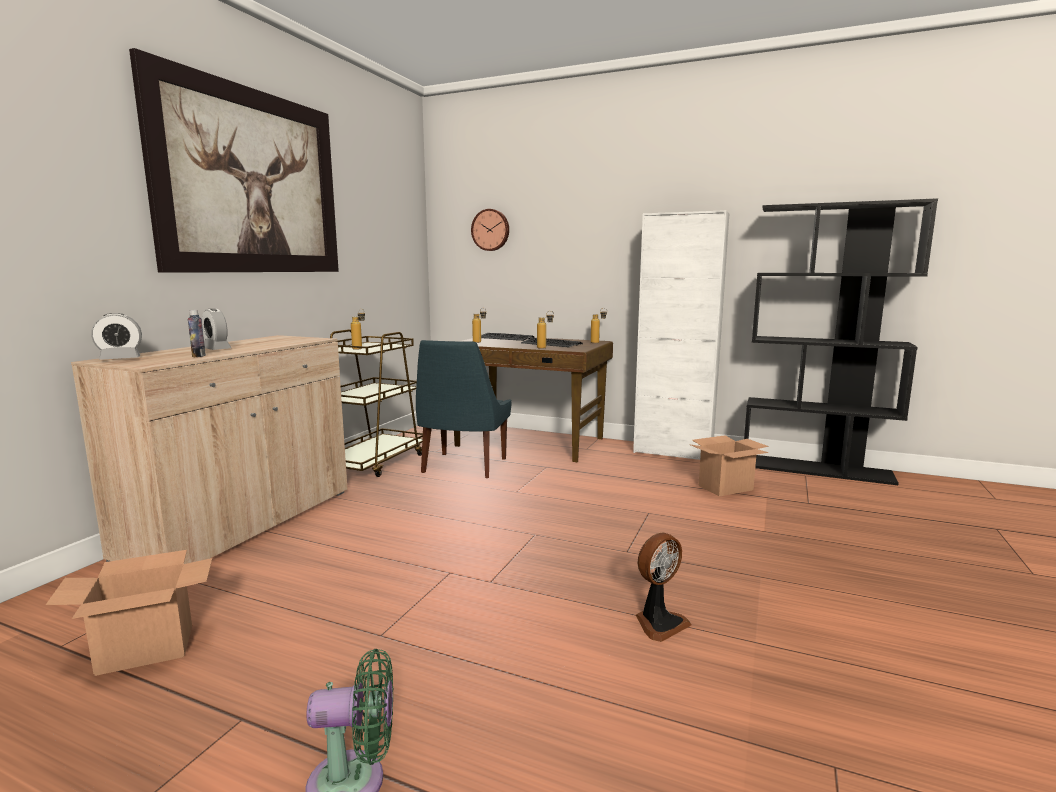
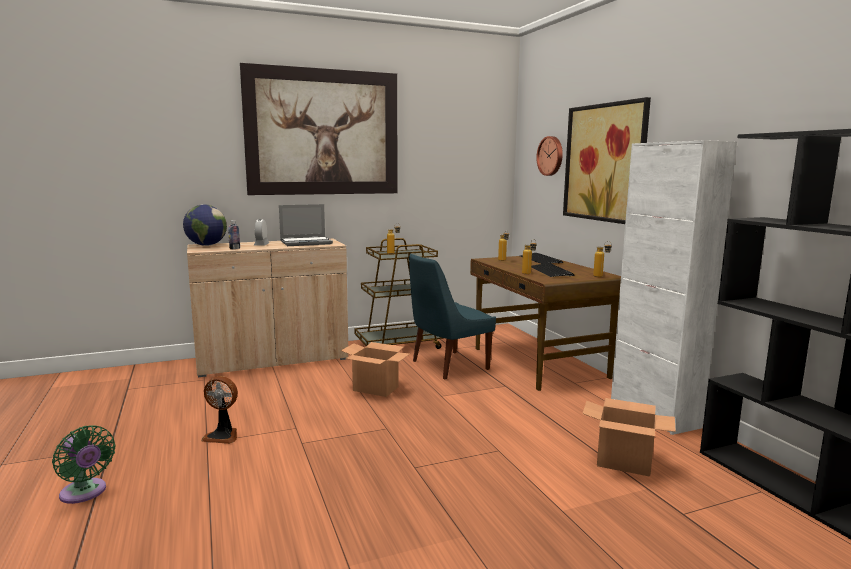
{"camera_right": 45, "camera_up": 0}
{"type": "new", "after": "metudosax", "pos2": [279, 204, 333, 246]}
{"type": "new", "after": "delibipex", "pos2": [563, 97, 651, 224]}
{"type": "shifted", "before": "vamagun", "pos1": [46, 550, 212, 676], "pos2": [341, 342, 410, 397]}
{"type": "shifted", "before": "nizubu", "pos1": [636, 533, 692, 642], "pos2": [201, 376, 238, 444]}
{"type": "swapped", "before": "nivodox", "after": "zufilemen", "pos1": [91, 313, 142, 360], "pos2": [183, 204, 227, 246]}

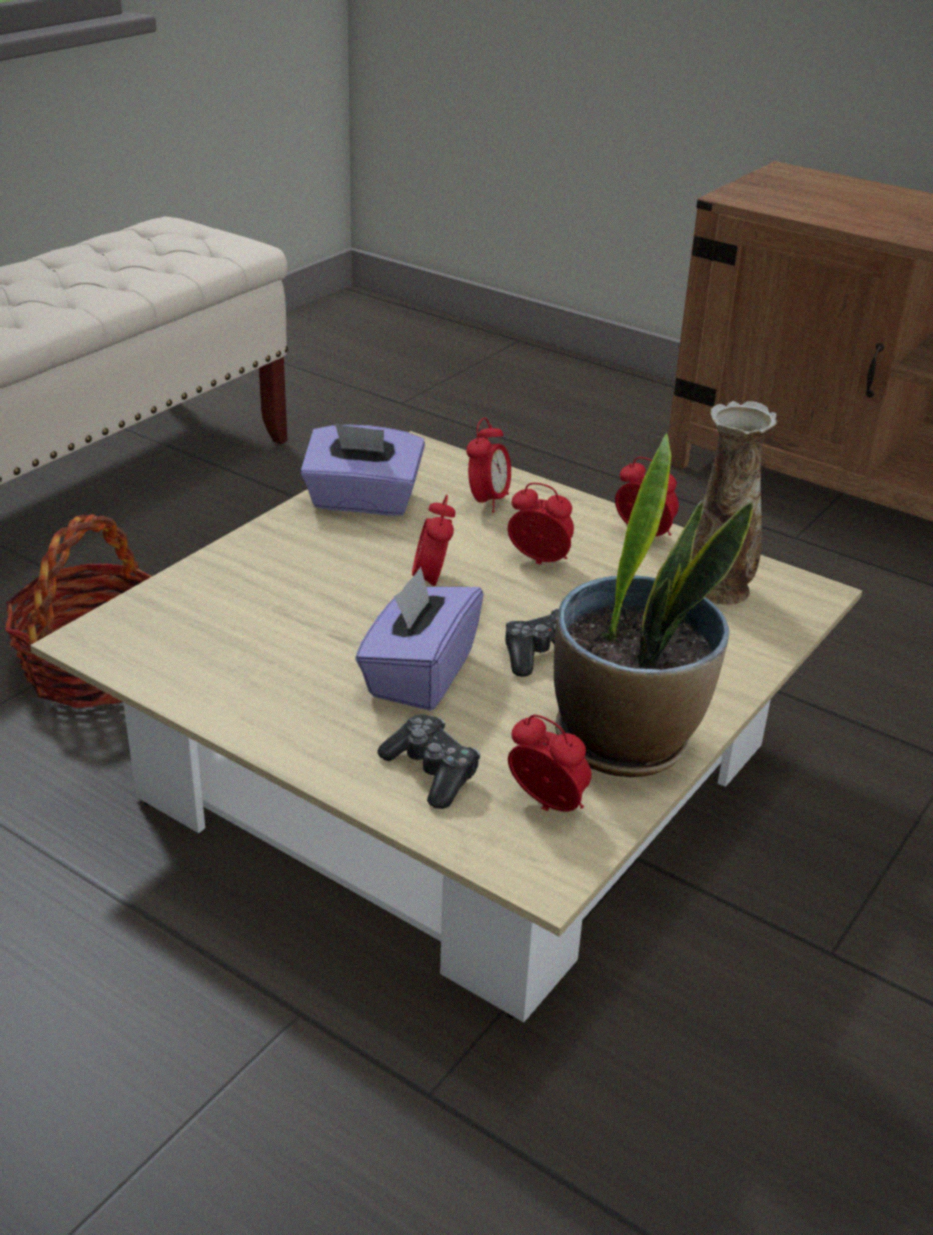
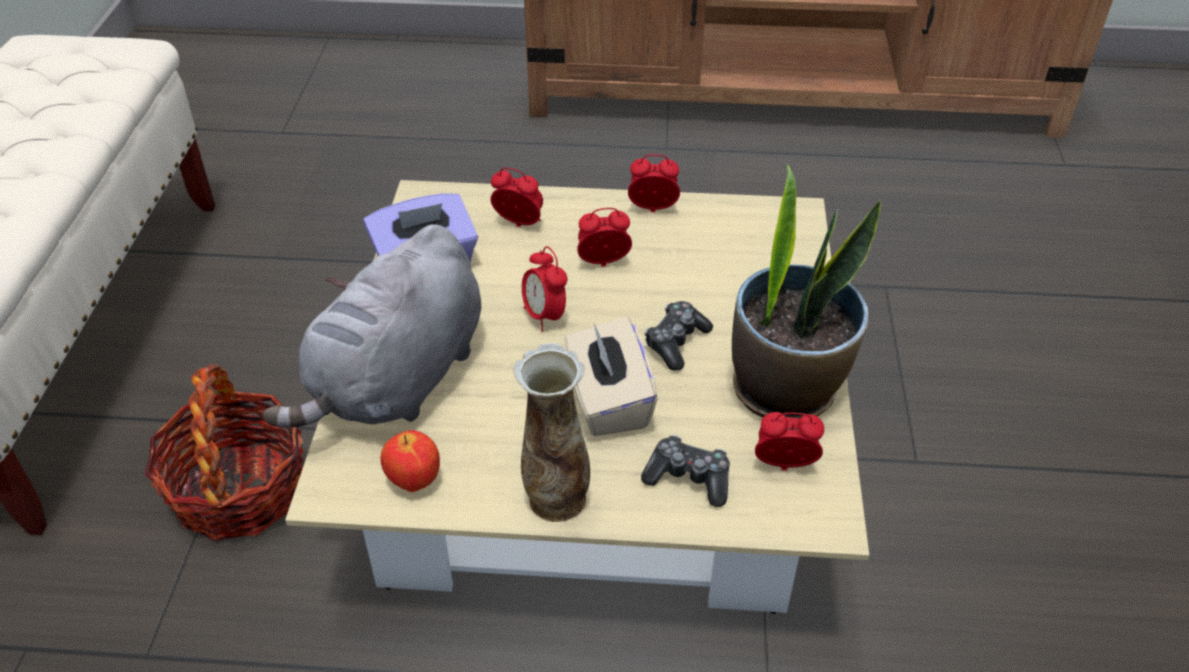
{"camera_right": -30, "camera_up": 10}
{"type": "new", "after": "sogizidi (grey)", "pos2": [263, 224, 481, 428]}
{"type": "new", "after": "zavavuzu", "pos2": [380, 430, 440, 492]}
{"type": "shifted", "before": "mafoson", "pos1": [691, 401, 778, 604], "pos2": [514, 343, 590, 522]}
{"type": "repainted", "before": "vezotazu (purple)", "after": "vezotazu (beige)", "pos1": [355, 567, 484, 711], "pos2": [564, 316, 658, 436]}
{"type": "rotated", "before": "nivodox", "pos1": [466, 418, 511, 513], "pos2": [491, 168, 543, 227], "turn": -60}

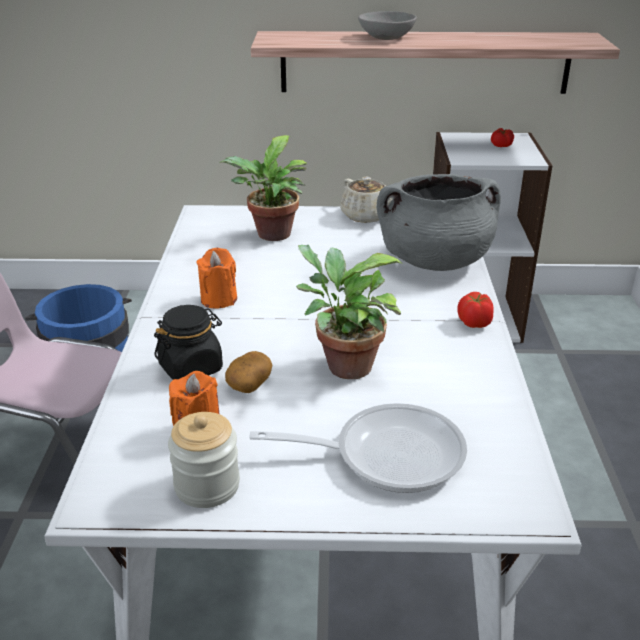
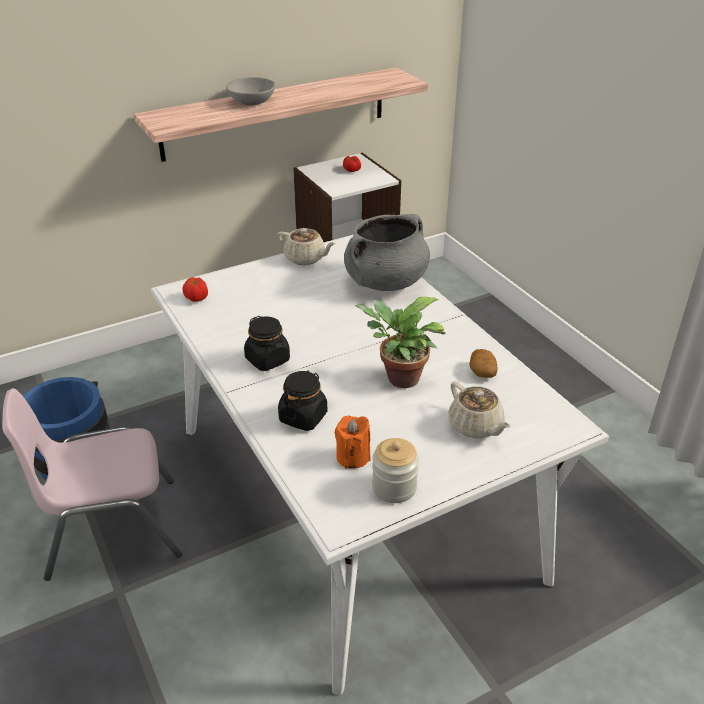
{"camera_right": -30, "camera_up": 5}
{"type": "gone", "before": "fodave", "pos1": [219, 135, 307, 241]}
{"type": "shifted", "before": "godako", "pos1": [225, 351, 272, 393], "pos2": [469, 349, 498, 378]}
{"type": "shifted", "before": "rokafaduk", "pos1": [457, 292, 494, 328], "pos2": [183, 277, 208, 302]}
{"type": "swapped", "before": "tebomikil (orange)", "after": "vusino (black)", "pos1": [196, 248, 237, 309], "pos2": [244, 316, 290, 371]}
{"type": "swapped", "before": "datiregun", "after": "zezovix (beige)", "pos1": [249, 403, 467, 493], "pos2": [448, 381, 510, 438]}

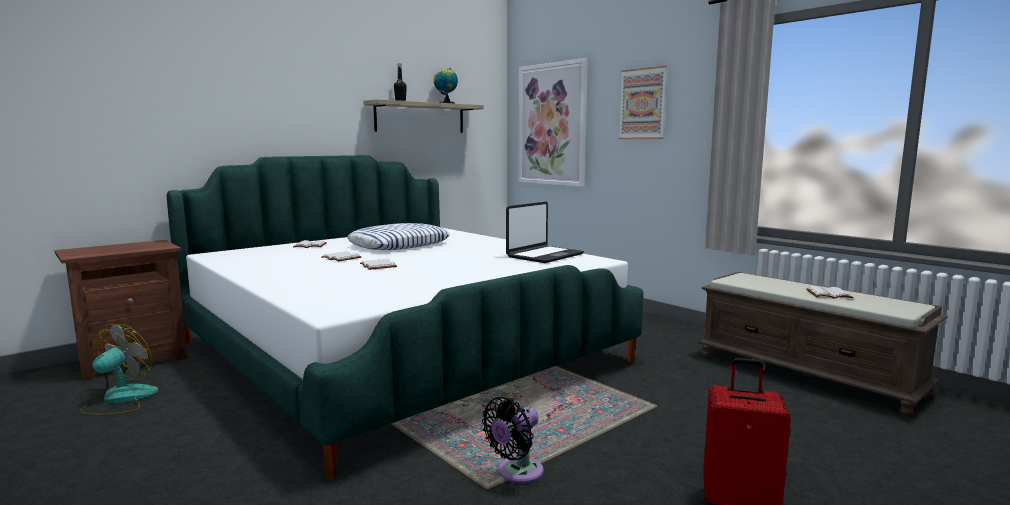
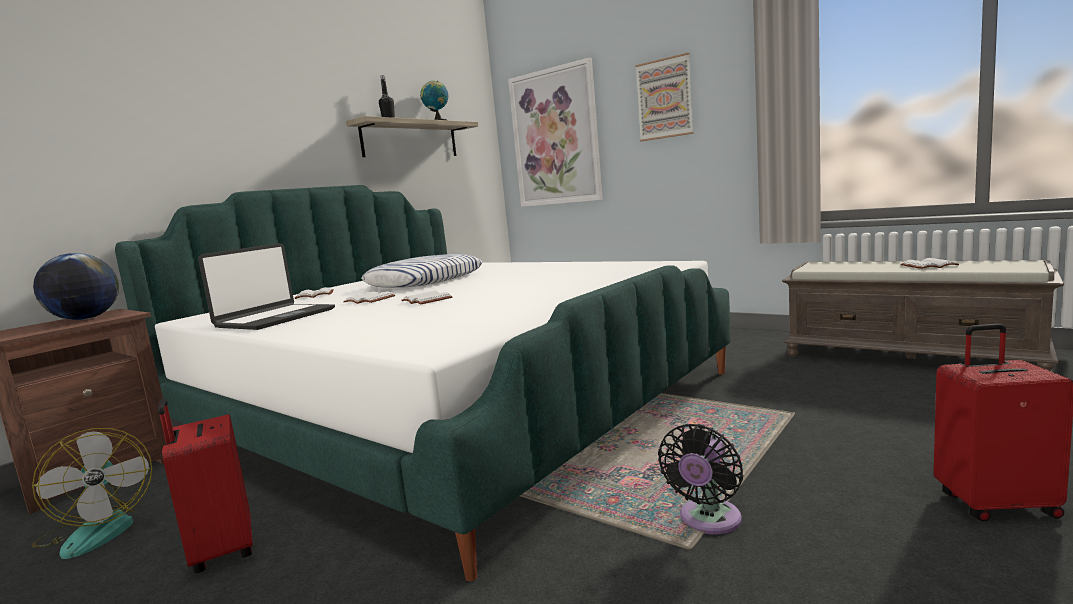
{"camera_right": -10, "camera_up": 0}
{"type": "new", "after": "zufilemen", "pos2": [33, 253, 119, 320]}
{"type": "new", "after": "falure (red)", "pos2": [158, 398, 253, 574]}
{"type": "shifted", "before": "metudosax", "pos1": [506, 202, 584, 263], "pos2": [198, 243, 335, 330]}
{"type": "rotated", "before": "nizubu", "pos1": [80, 324, 158, 415], "pos2": [32, 428, 152, 559], "turn": 135}

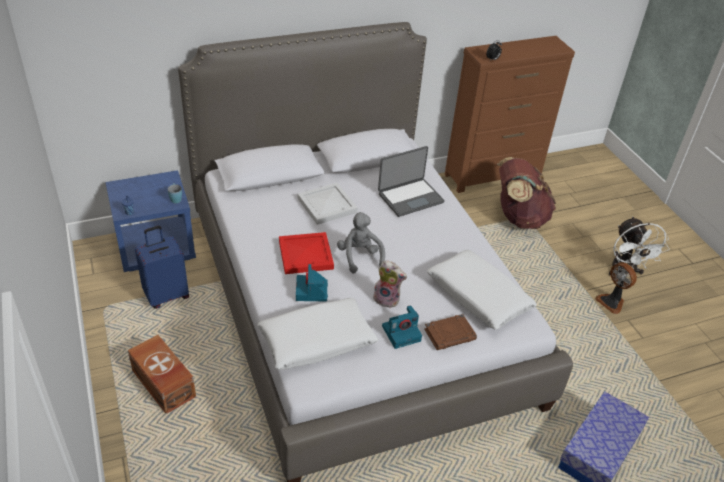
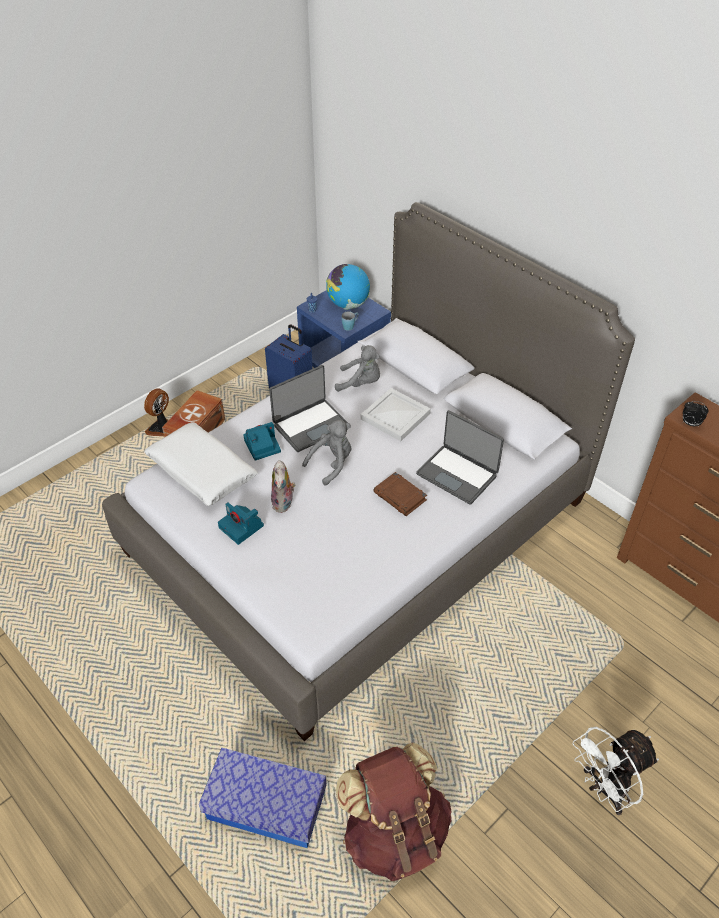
{"camera_right": 70, "camera_up": 5}
{"type": "gone", "before": "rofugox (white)", "pos1": [427, 250, 537, 329]}
{"type": "new", "after": "zufilemen", "pos2": [326, 264, 370, 310]}
{"type": "new", "after": "sogizidi (grey)", "pos2": [335, 345, 380, 392]}
{"type": "shifted", "before": "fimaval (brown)", "pos1": [424, 314, 477, 350], "pos2": [374, 472, 427, 516]}
{"type": "shifted", "before": "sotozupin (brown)", "pos1": [499, 157, 556, 229], "pos2": [336, 742, 452, 881]}
{"type": "shifted", "before": "nizubu", "pos1": [595, 262, 637, 314], "pos2": [144, 388, 169, 436]}
{"type": "swapped", "before": "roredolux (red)", "after": "metudosax", "pos1": [279, 232, 334, 274], "pos2": [269, 365, 348, 452]}

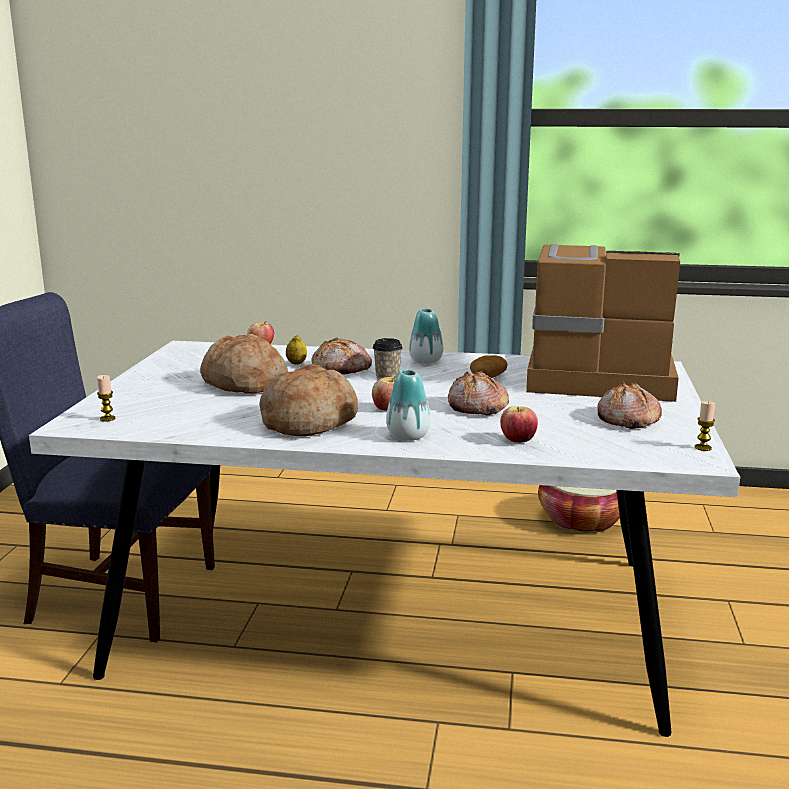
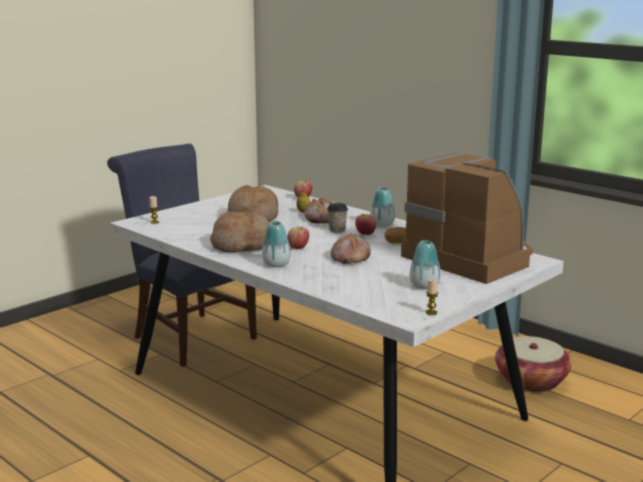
{"camera_right": 35, "camera_up": 0}
{"type": "shifted", "before": "zavavuzu", "pos1": [500, 406, 538, 443], "pos2": [355, 214, 376, 235]}
{"type": "swapped", "before": "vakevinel", "after": "mafoson", "pos1": [597, 382, 662, 429], "pos2": [409, 240, 441, 289]}

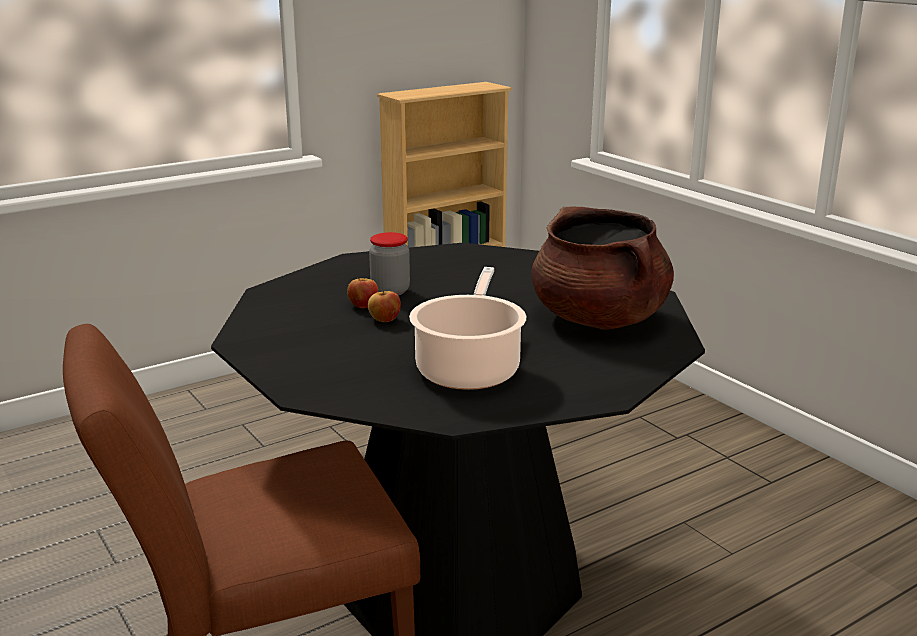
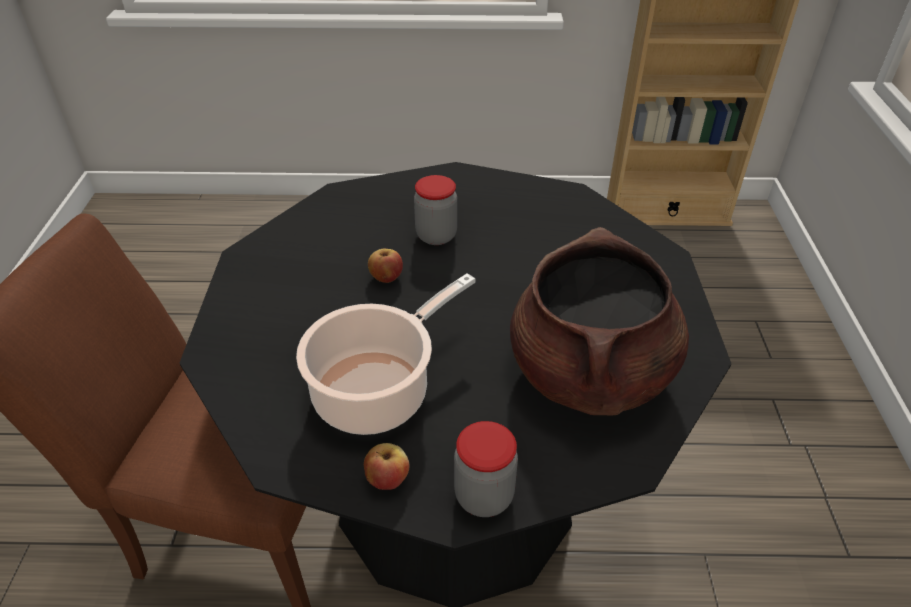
{"camera_right": 35, "camera_up": 20}
{"type": "new", "after": "vusino", "pos2": [454, 421, 518, 517]}
{"type": "shifted", "before": "zavavuzu", "pos1": [347, 277, 378, 308], "pos2": [364, 443, 409, 490]}

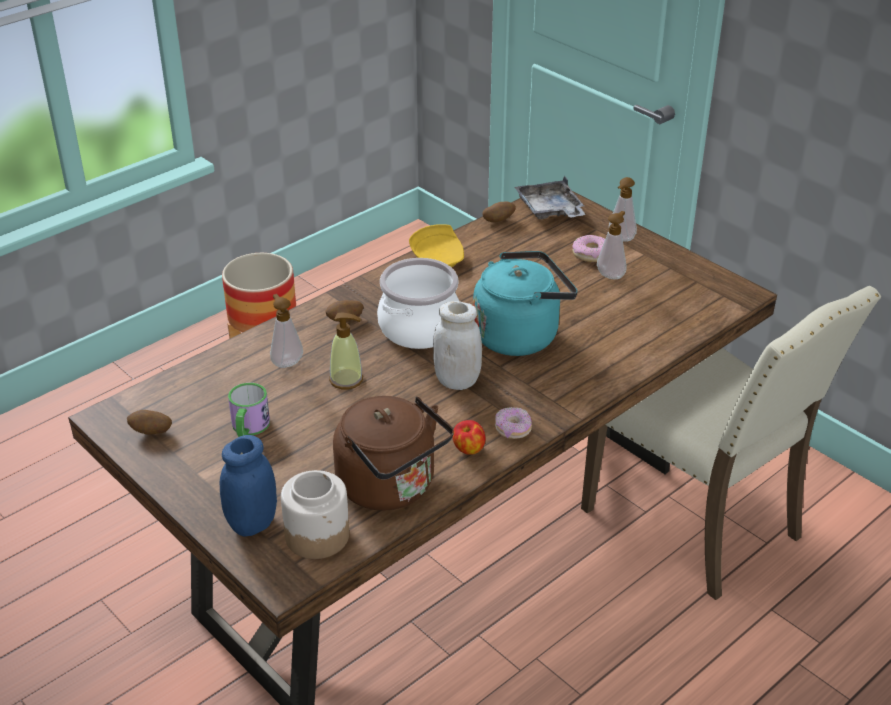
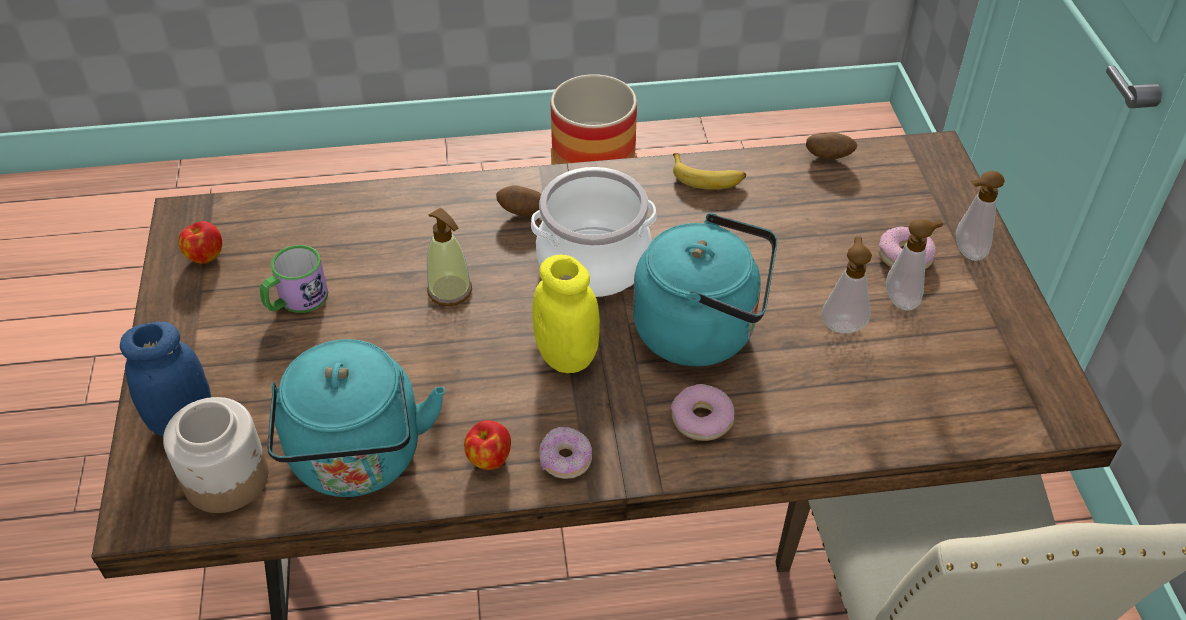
{"camera_right": 35, "camera_up": 10}
{"type": "gone", "before": "roredolux (grey)", "pos1": [515, 176, 586, 219]}
{"type": "new", "after": "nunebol", "pos2": [671, 384, 735, 441]}
{"type": "shifted", "before": "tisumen", "pos1": [270, 294, 303, 368], "pos2": [821, 237, 872, 333]}
{"type": "swapped", "before": "godako", "after": "zavavuzu", "pos1": [127, 410, 172, 435], "pos2": [178, 221, 222, 264]}
{"type": "swapped", "before": "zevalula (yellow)", "after": "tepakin", "pos1": [409, 224, 464, 267], "pos2": [673, 153, 746, 190]}
{"type": "repainted", "before": "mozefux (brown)", "after": "mozefux (turquoise)", "pos1": [333, 396, 454, 510], "pos2": [267, 339, 445, 497]}
{"type": "repainted", "before": "vusino (white)", "after": "vusino (yellow)", "pos1": [433, 301, 482, 390], "pos2": [532, 254, 600, 373]}

